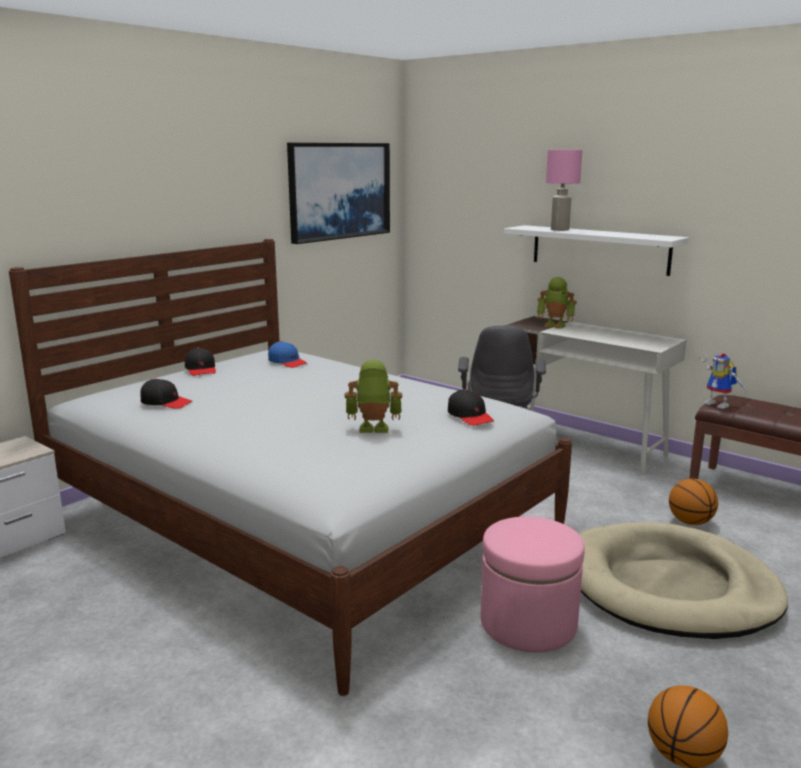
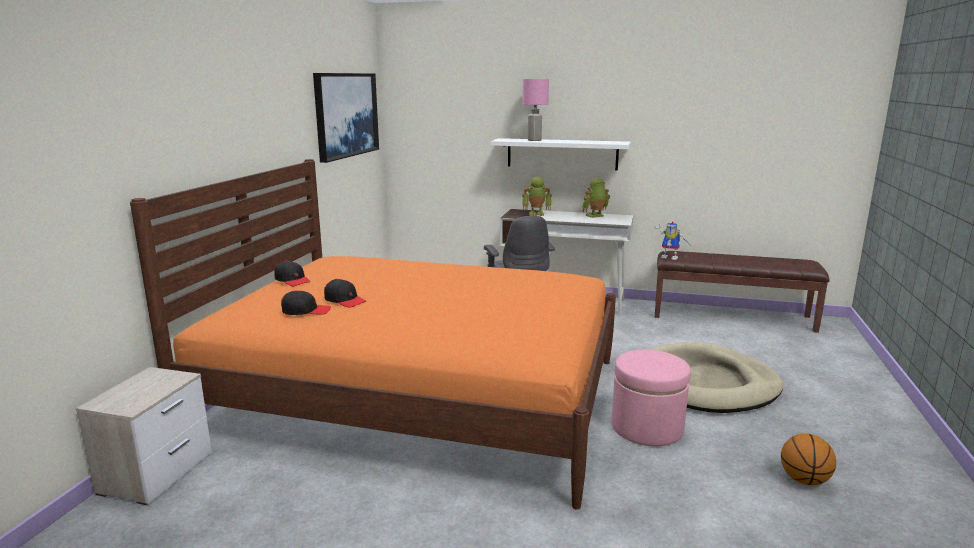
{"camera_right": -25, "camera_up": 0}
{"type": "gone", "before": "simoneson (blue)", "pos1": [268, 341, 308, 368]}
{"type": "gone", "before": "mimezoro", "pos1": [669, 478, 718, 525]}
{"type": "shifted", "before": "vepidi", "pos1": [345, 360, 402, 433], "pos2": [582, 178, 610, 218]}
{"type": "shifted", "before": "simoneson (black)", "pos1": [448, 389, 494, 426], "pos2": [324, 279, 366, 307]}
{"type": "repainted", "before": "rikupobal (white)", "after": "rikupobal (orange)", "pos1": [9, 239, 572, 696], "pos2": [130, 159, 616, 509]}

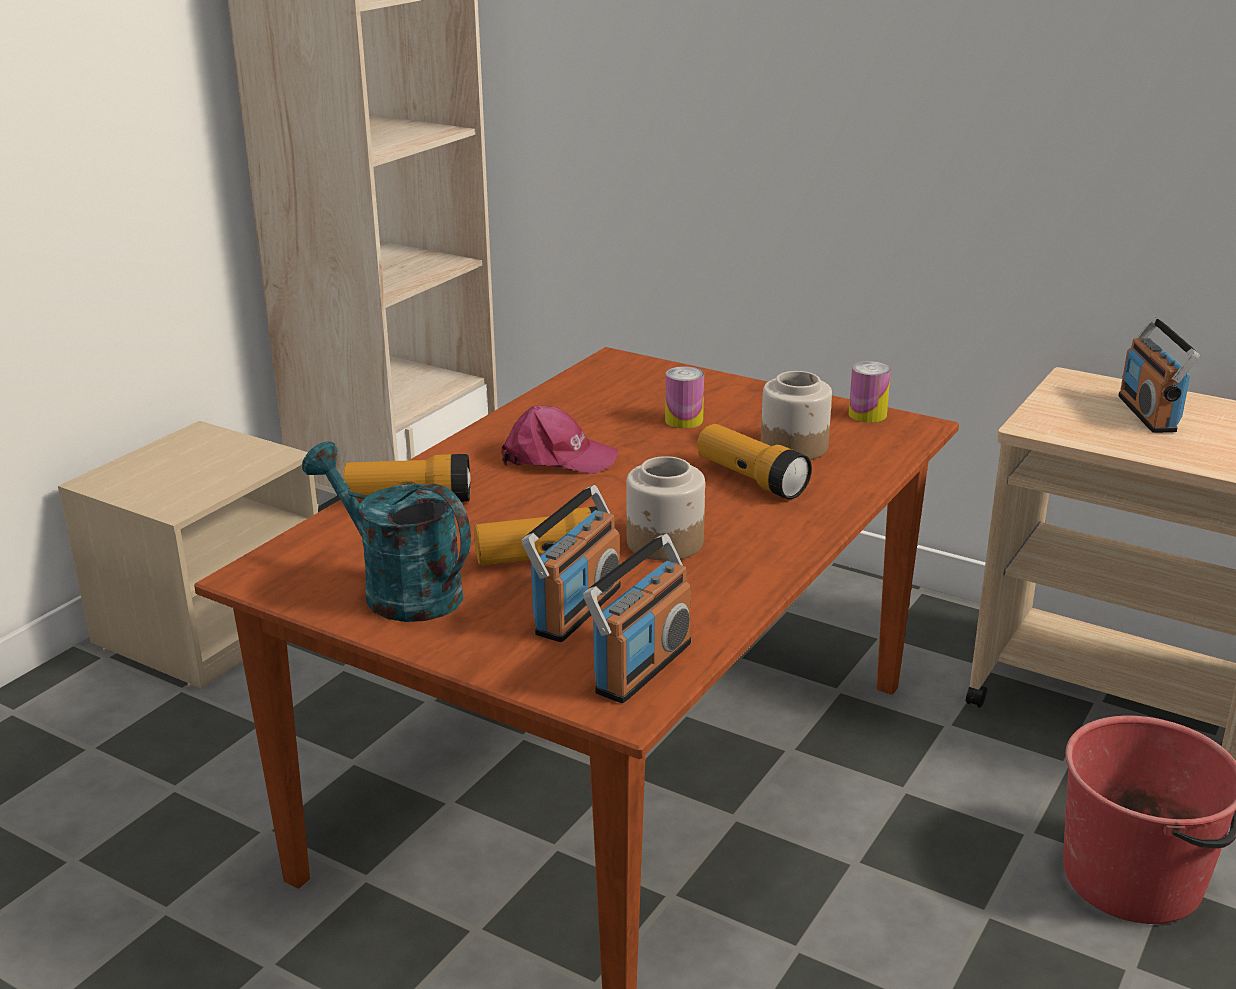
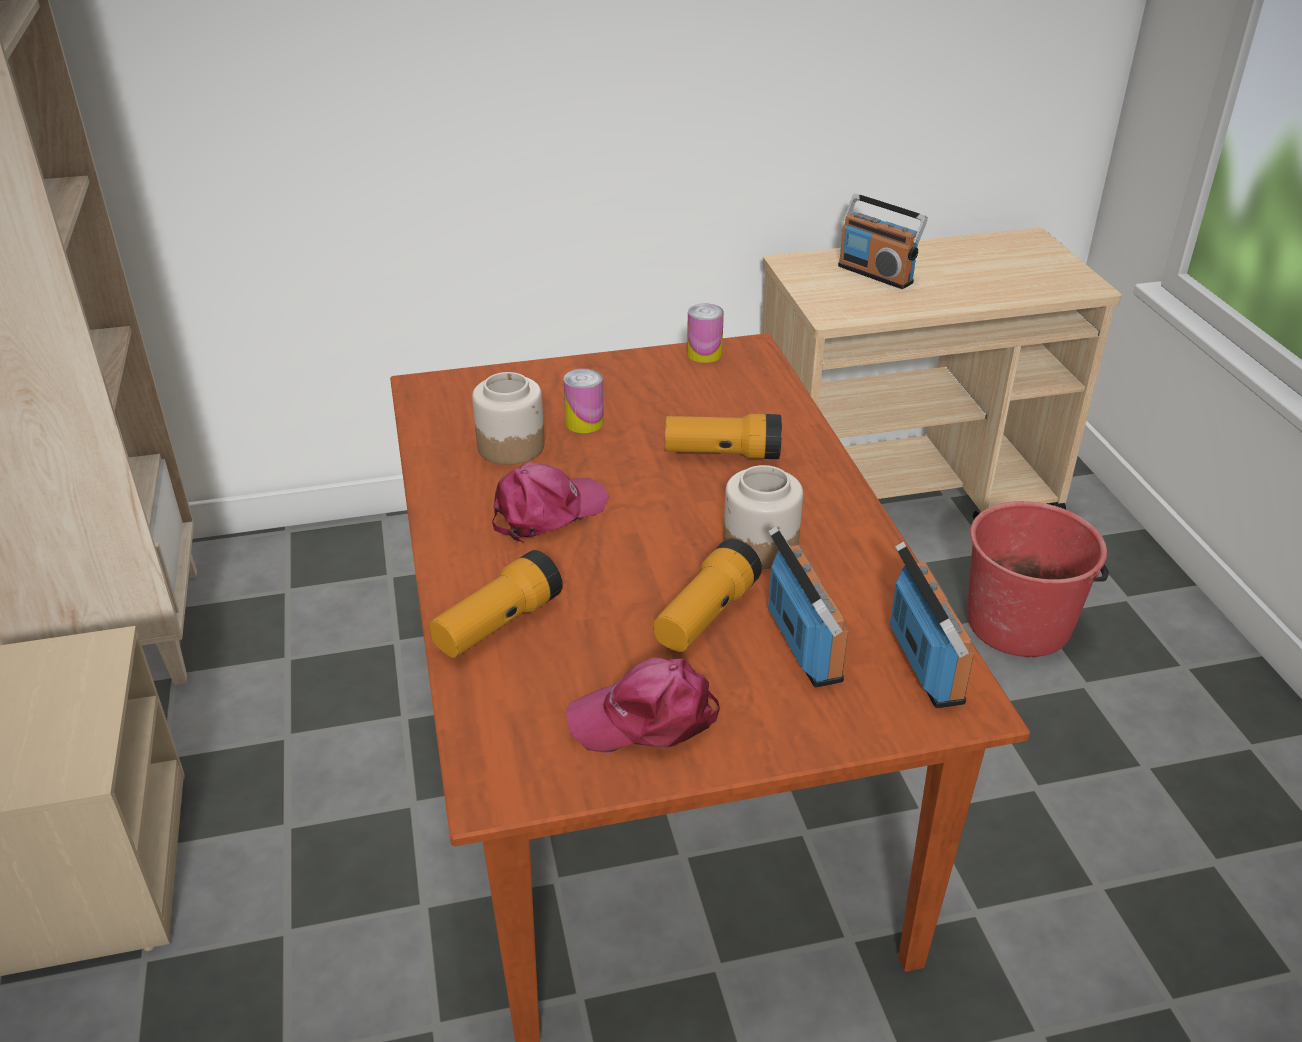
{"camera_right": -45, "camera_up": 10}
{"type": "shifted", "before": "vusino", "pos1": [761, 371, 832, 460], "pos2": [472, 372, 545, 465]}
{"type": "swapped", "before": "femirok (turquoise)", "after": "simoneson (pink)", "pos1": [302, 441, 471, 622], "pos2": [566, 657, 720, 753]}

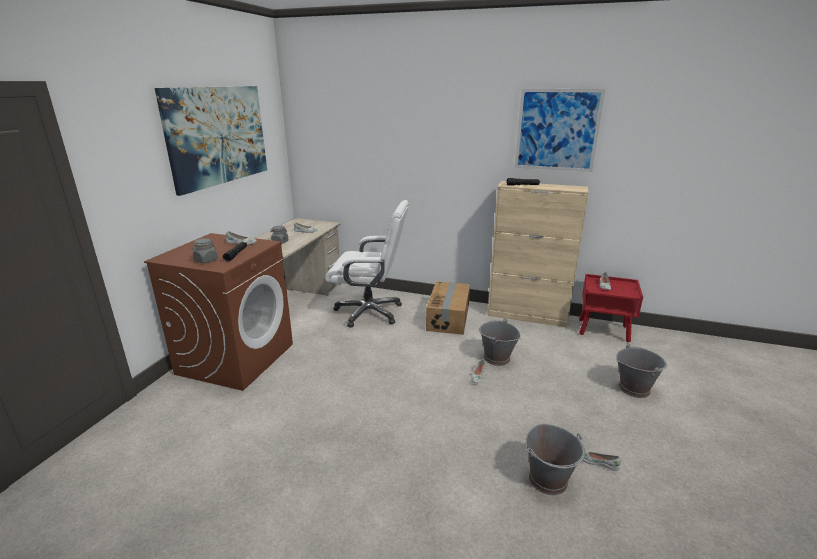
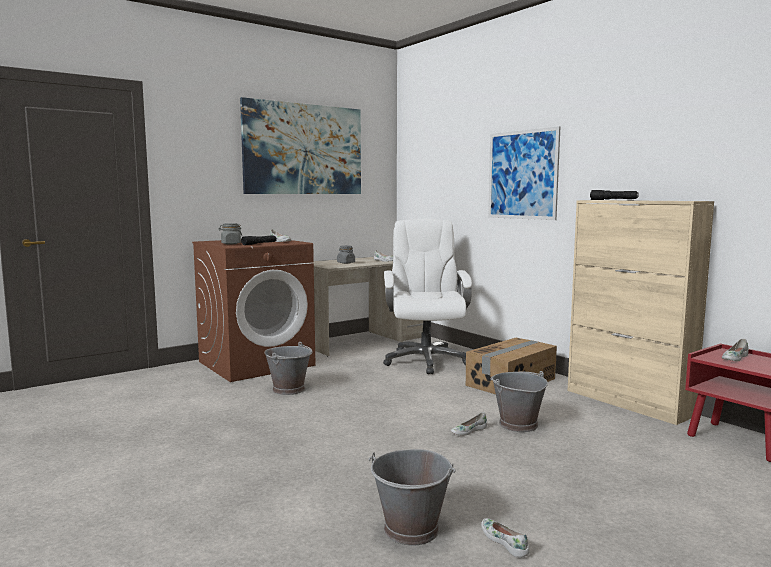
{"camera_right": 35, "camera_up": -15}
{"type": "shifted", "before": "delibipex", "pos1": [515, 89, 605, 172], "pos2": [488, 126, 561, 220]}
{"type": "shifted", "before": "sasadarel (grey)", "pos1": [616, 344, 667, 398], "pos2": [265, 342, 313, 395]}
{"type": "rotated", "before": "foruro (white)", "pos1": [325, 200, 409, 328], "pos2": [383, 219, 472, 374], "turn": -135}

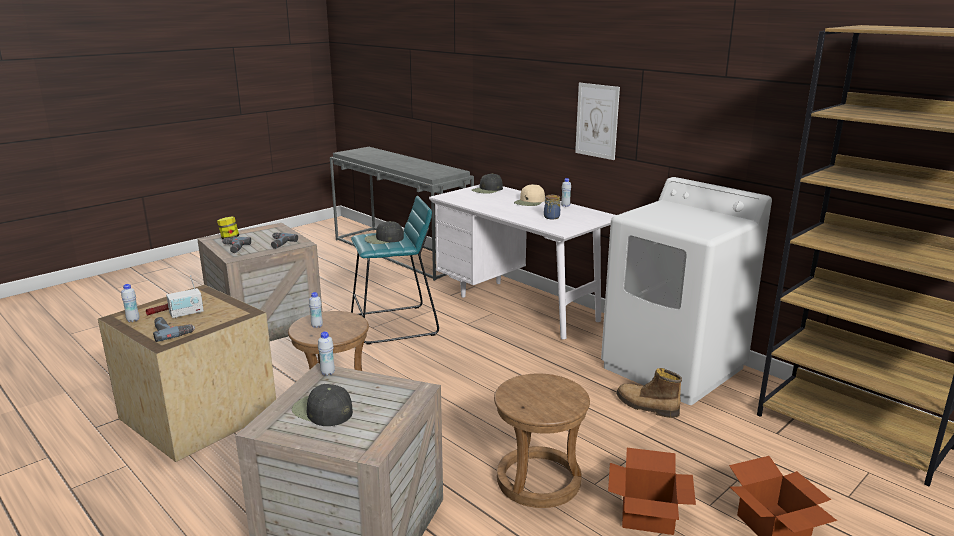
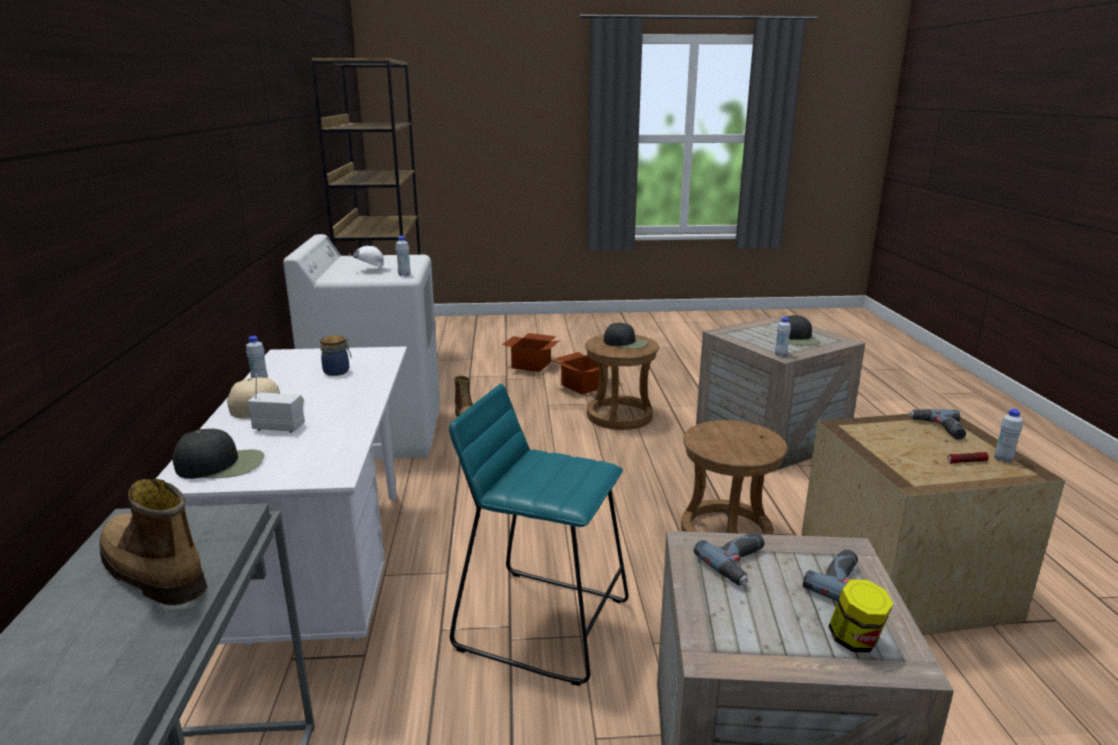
{"camera_right": -140, "camera_up": 0}
{"type": "gone", "before": "delibipex", "pos1": [575, 83, 620, 160]}
{"type": "new", "after": "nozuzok", "pos2": [99, 478, 207, 605]}
{"type": "new", "after": "simoneson (white)", "pos2": [349, 246, 392, 270]}
{"type": "shifted", "before": "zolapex", "pos1": [166, 275, 204, 318], "pos2": [248, 374, 305, 433]}
{"type": "shifted", "before": "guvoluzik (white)", "pos1": [309, 292, 323, 328], "pos2": [396, 236, 411, 276]}
{"type": "shifted", "before": "simoneson (black)", "pos1": [364, 221, 404, 244], "pos2": [604, 323, 648, 349]}

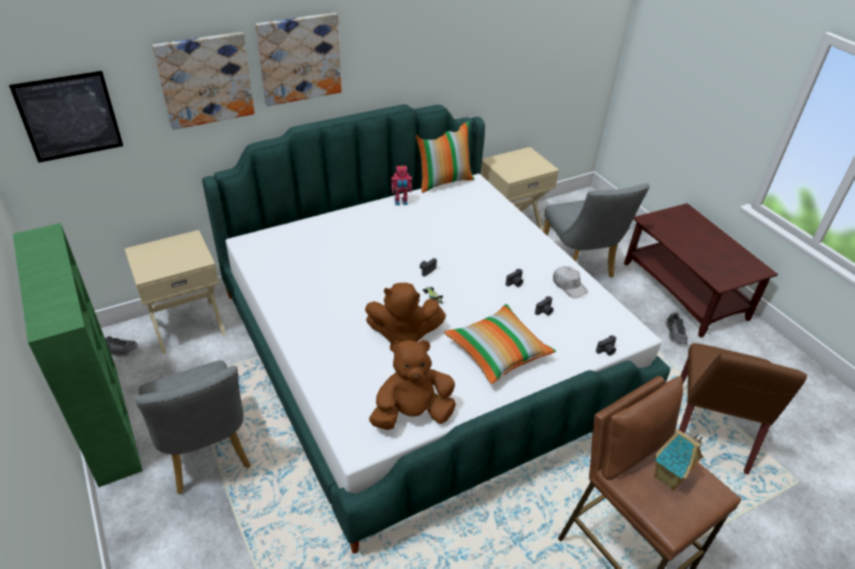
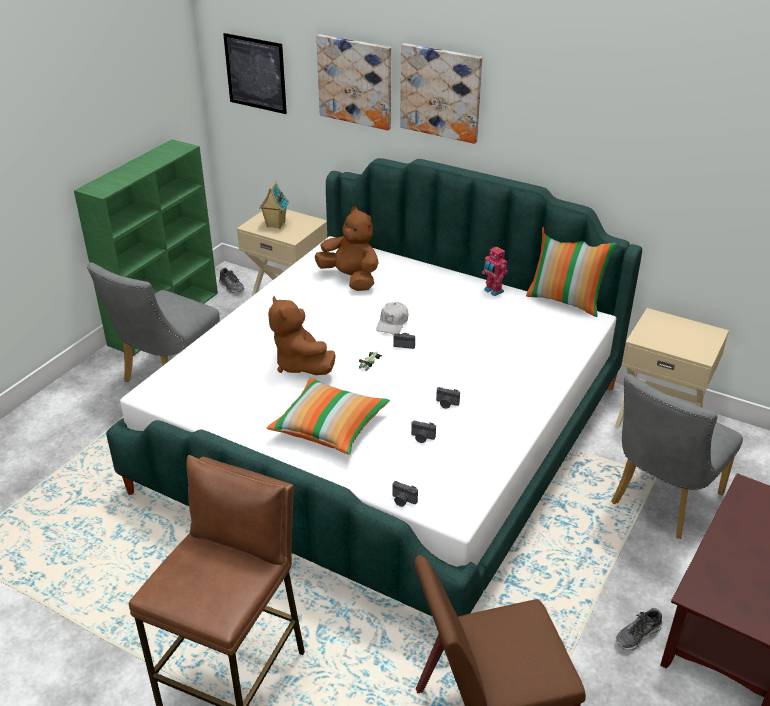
{"camera_right": 60, "camera_up": -5}
{"type": "shifted", "before": "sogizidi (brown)", "pos1": [369, 340, 456, 430], "pos2": [315, 206, 379, 291]}
{"type": "shifted", "before": "simoneson (white)", "pos1": [553, 266, 588, 298], "pos2": [376, 302, 408, 335]}
{"type": "shifted", "before": "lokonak", "pos1": [654, 428, 704, 490], "pos2": [259, 181, 289, 229]}

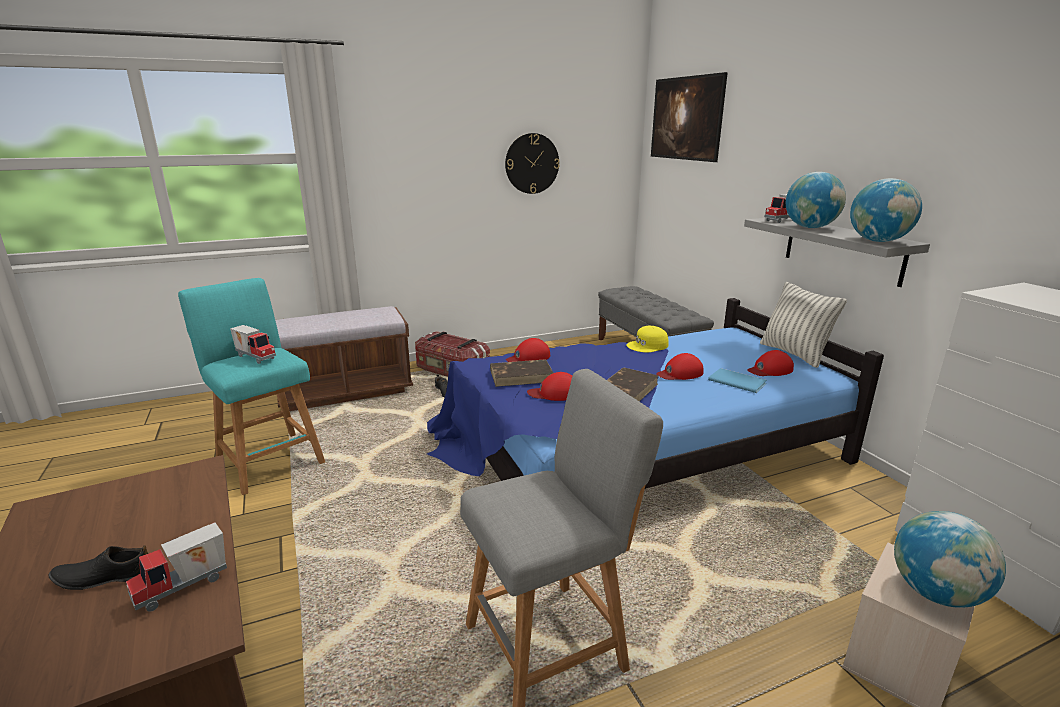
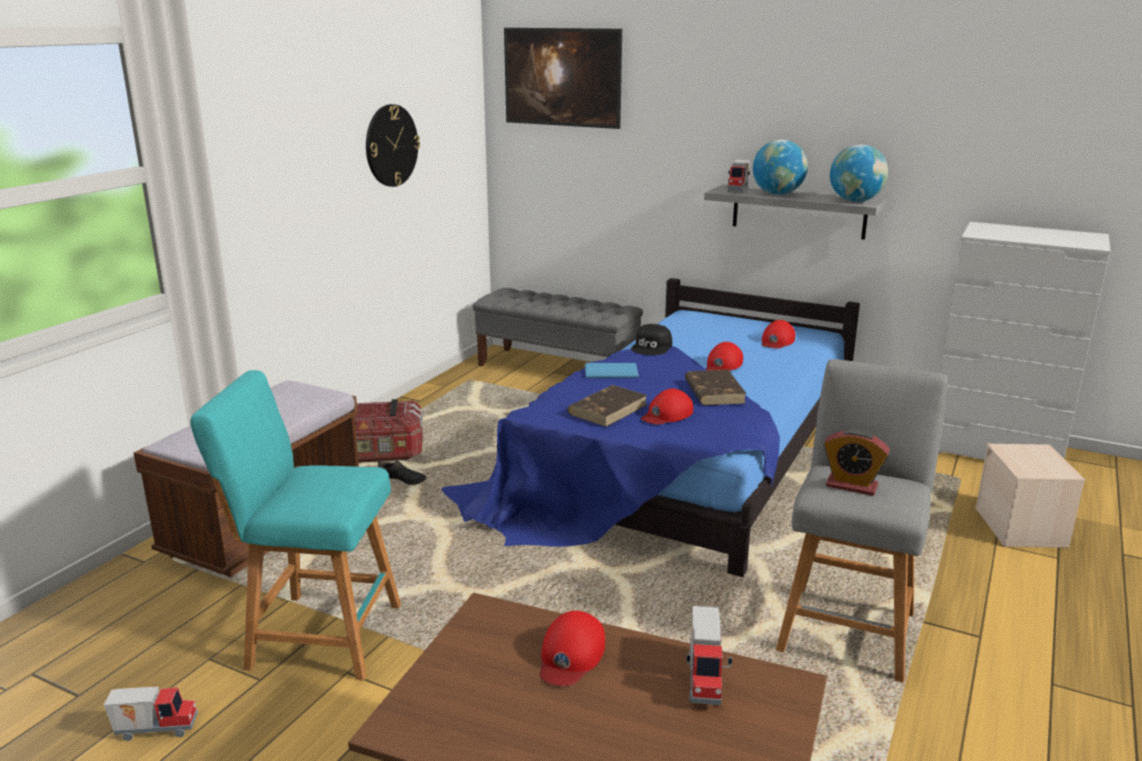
{"camera_right": -40, "camera_up": 0}
{"type": "gone", "before": "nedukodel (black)", "pos1": [48, 545, 148, 590]}
{"type": "gone", "before": "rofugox", "pos1": [760, 282, 847, 368]}
{"type": "gone", "before": "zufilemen", "pos1": [894, 511, 1006, 608]}
{"type": "new", "after": "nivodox", "pos2": [824, 429, 890, 496]}
{"type": "shifted", "before": "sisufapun", "pos1": [230, 325, 276, 364], "pos2": [104, 686, 198, 741]}
{"type": "shifted", "before": "simoneson (red)", "pos1": [506, 338, 550, 362], "pos2": [540, 611, 605, 686]}
{"type": "shifted", "before": "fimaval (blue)", "pos1": [708, 368, 767, 393], "pos2": [585, 363, 638, 378]}
{"type": "repainted", "before": "simoneson (yellow)", "after": "simoneson (black)", "pos1": [627, 326, 669, 353], "pos2": [631, 324, 672, 355]}

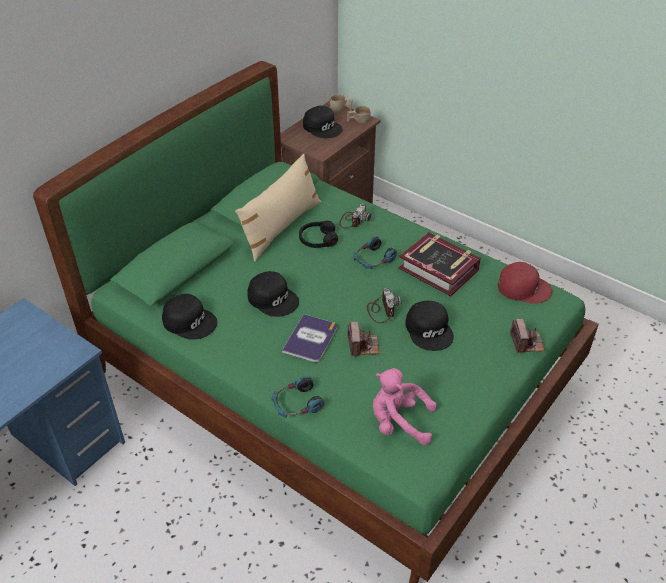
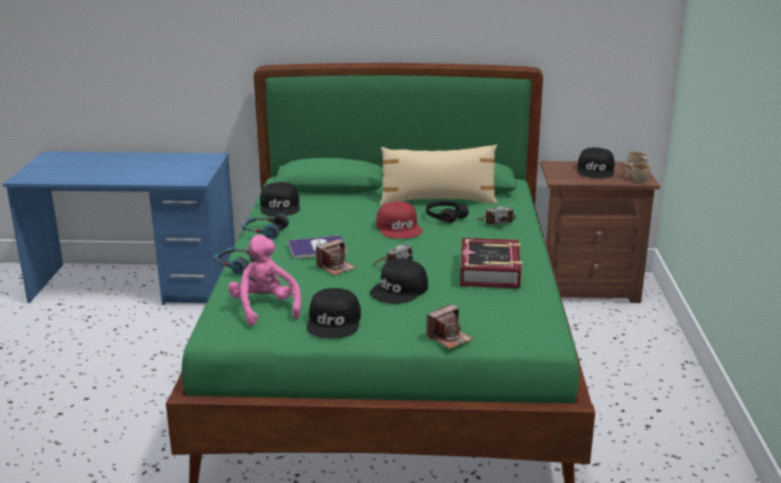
{"camera_right": 55, "camera_up": -20}
{"type": "shifted", "before": "simoneson (black)", "pos1": [247, 271, 299, 317], "pos2": [306, 288, 361, 339]}
{"type": "shifted", "before": "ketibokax", "pos1": [353, 236, 397, 269], "pos2": [242, 214, 289, 239]}
{"type": "shifted", "before": "simoneson (red)", "pos1": [498, 262, 552, 304], "pos2": [376, 201, 423, 239]}

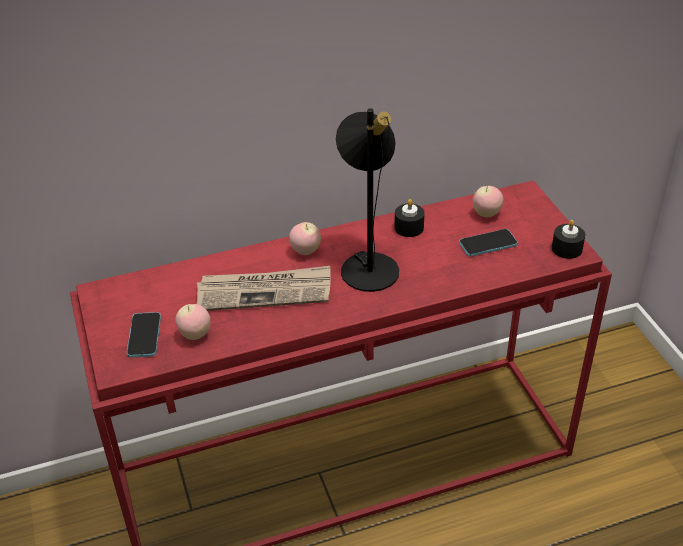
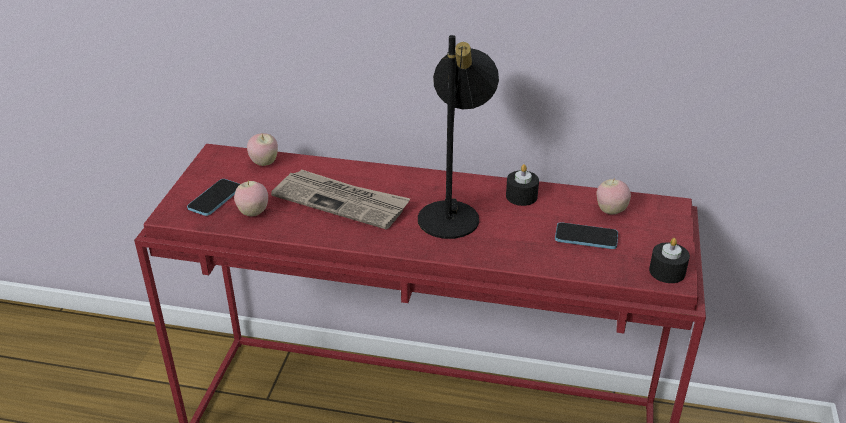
{"camera_right": 30, "camera_up": -5}
{"type": "shifted", "before": "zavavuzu", "pos1": [289, 222, 321, 255], "pos2": [247, 133, 278, 166]}

